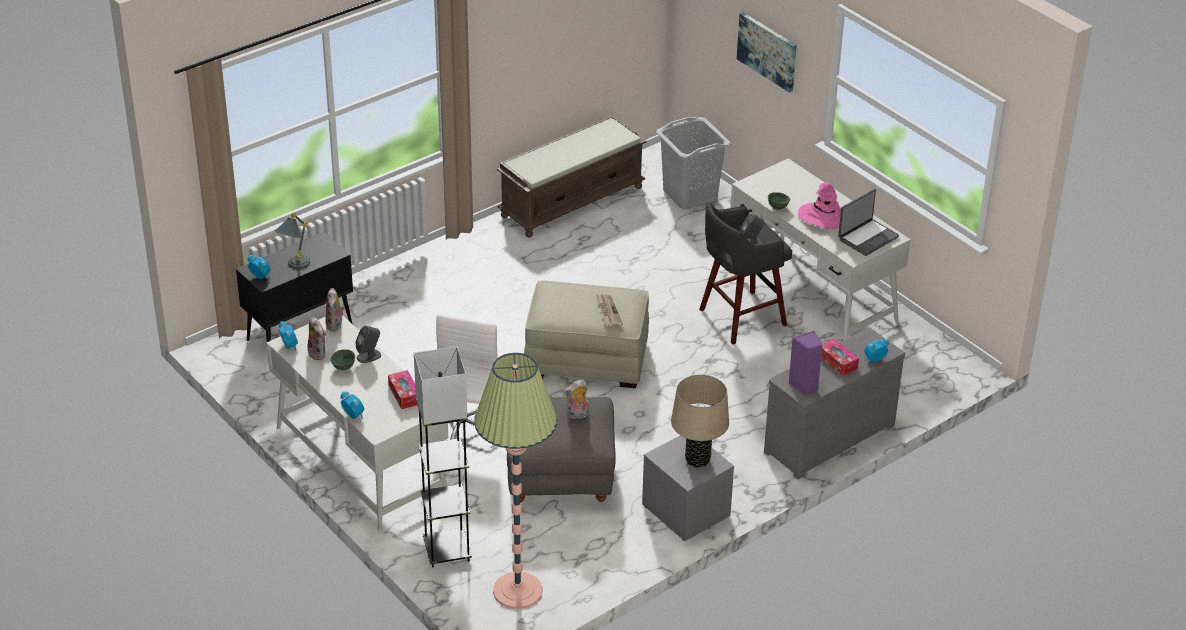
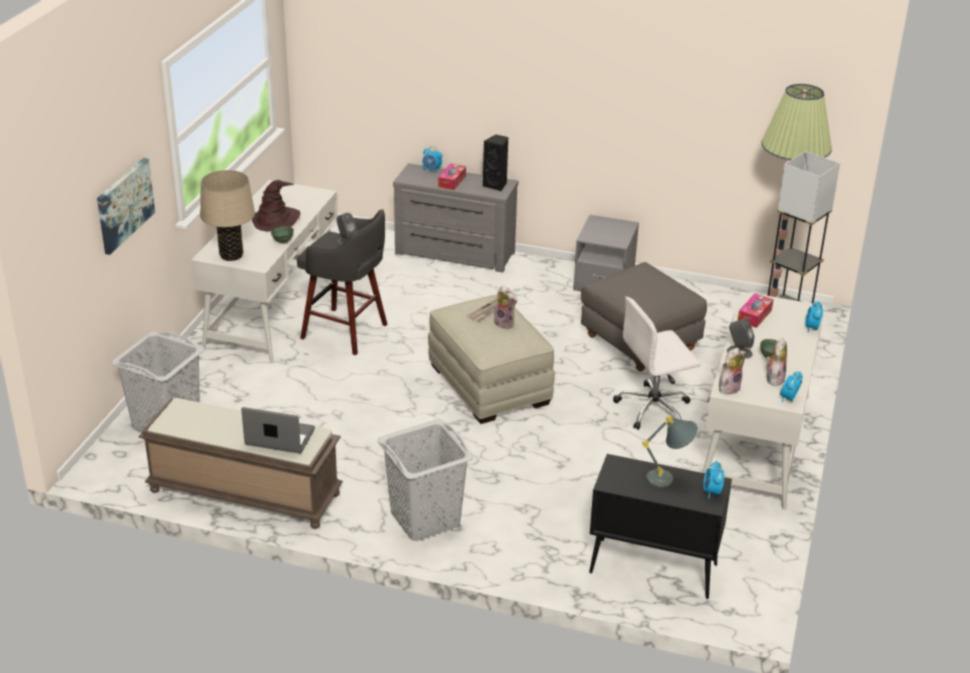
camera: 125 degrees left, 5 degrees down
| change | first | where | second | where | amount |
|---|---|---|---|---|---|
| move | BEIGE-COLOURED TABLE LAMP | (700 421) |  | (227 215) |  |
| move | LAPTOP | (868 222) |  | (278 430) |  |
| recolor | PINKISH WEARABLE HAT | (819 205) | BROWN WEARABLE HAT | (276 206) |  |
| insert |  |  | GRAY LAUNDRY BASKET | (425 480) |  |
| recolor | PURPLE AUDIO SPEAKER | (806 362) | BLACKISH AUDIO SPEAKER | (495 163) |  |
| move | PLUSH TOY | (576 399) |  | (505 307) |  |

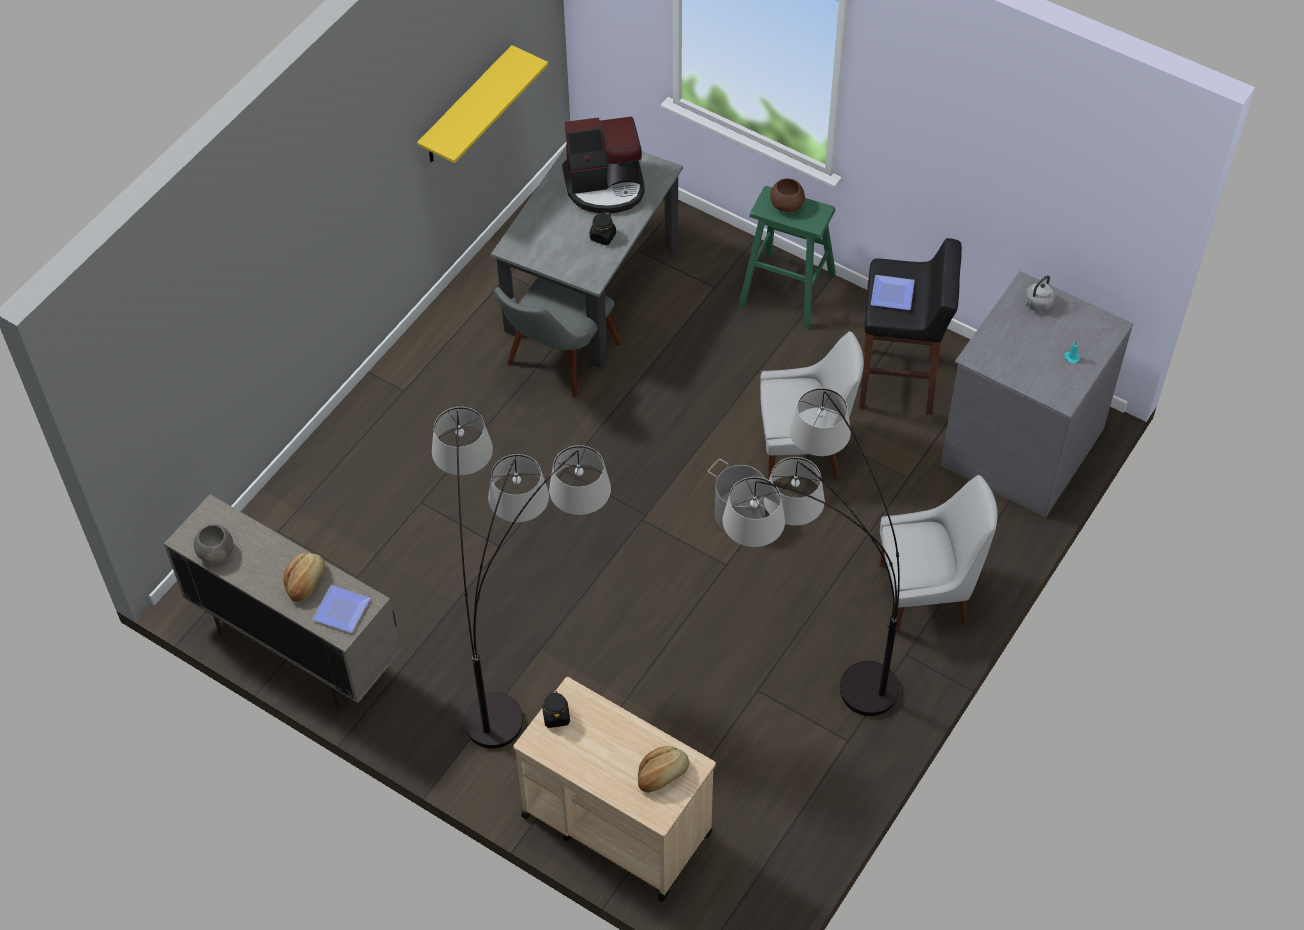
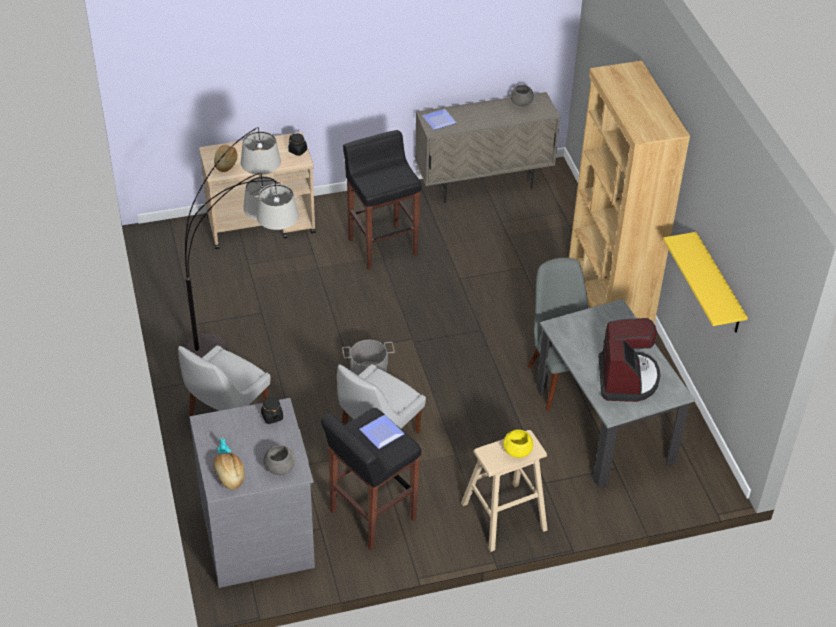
camera: 130 degrees right, 10 degrees down
| change | first | where | second | where | amount |
|---|---|---|---|---|---|
| move | BAKED BREAD | (304 577) |  | (229 471) |  |
| move | BLACKISH PRESERVE JAR | (603 228) |  | (272 410) |  |
| replace | GRAY TEA KETTLE | (1040 293) | GRAY DEEP DISH | (279 460) |  |
| replace | STANDARD LAMP | (521 578) | BLACKISH STOOL SEAT | (382 200) |  |
| recolor | GREENISH STOOL SEAT | (787 258) | BEIGE-COLOURED STOOL SEAT | (504 491) |  |
| recolor | BROWN DEEP DISH | (787 195) | YELLOW DEEP DISH | (518 443) |  |
| insert |  |  | BROWN SHELVING UNIT | (629 192) |  |
| rotate | COFFEE MAKER | (603 165) |  | (629 360) | 150 degrees clockwise |

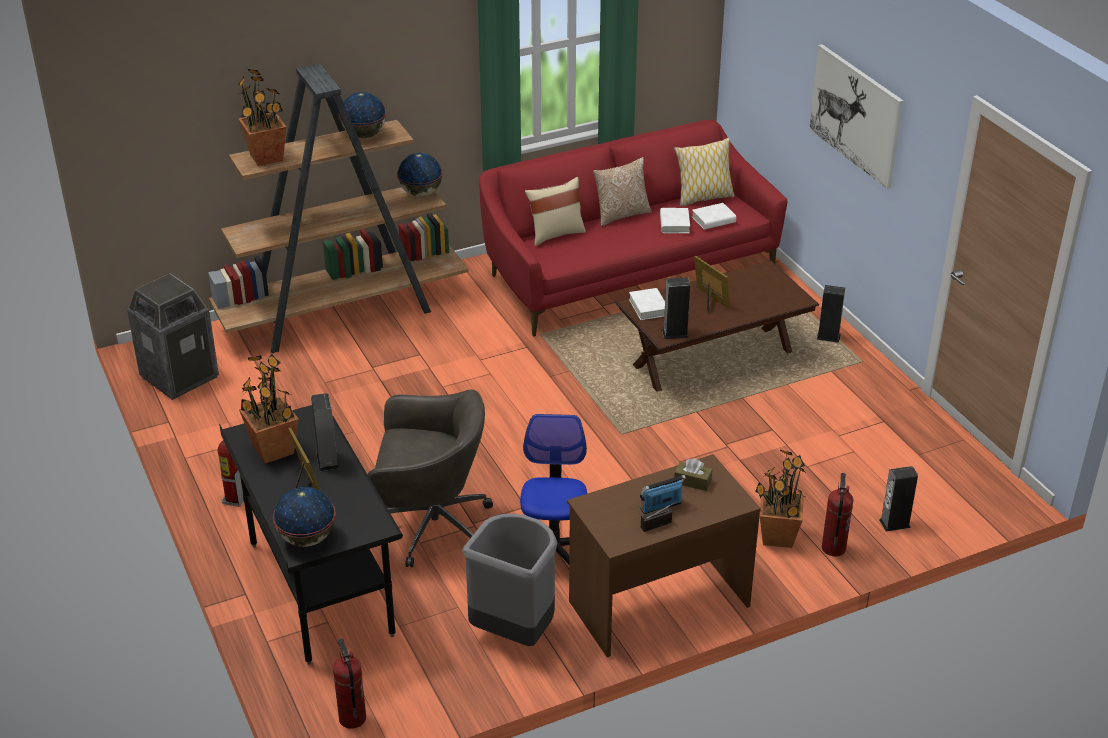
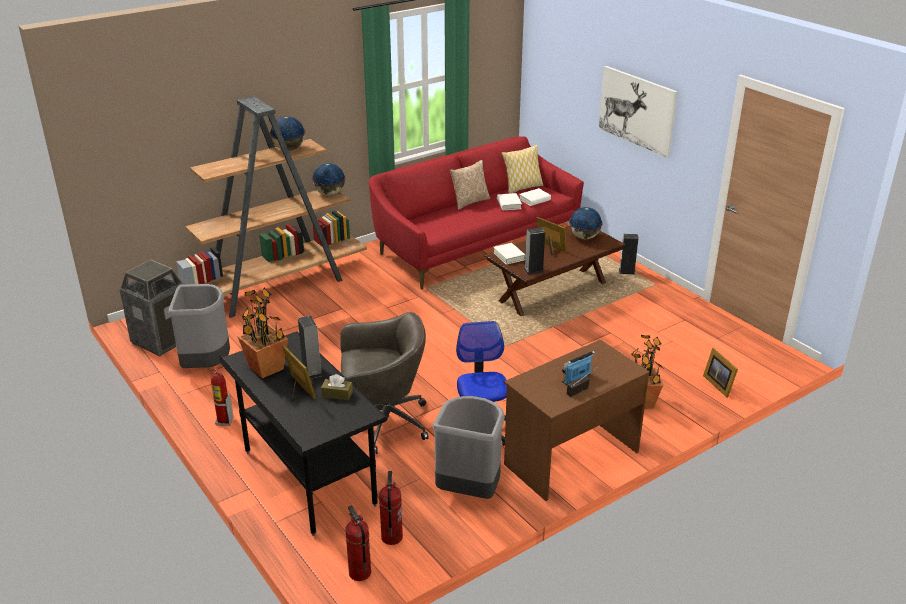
camera: 10 degrees left, 5 degrees down
| change | first | where | second | where | amount |
|---|---|---|---|---|---|
| insert |  |  | GRAY WASTE BIN | (199 326) |  |
| move | BROWN TISSUE BOX | (693 474) |  | (337 387) |  |
| move | FIRE EXTINGUISHER | (837 514) |  | (391 508) |  |
| move | GLOBE | (304 517) |  | (586 223) |  |
| replace | AUDIO SPEAKER | (898 499) | PHOTO FRAME | (720 373) |  |
| delete | HOUSEPLANT | (262 117) |  |  |  |
| delete | BEIGE-COLOURED CUSHION | (555 211) |  |  |  |

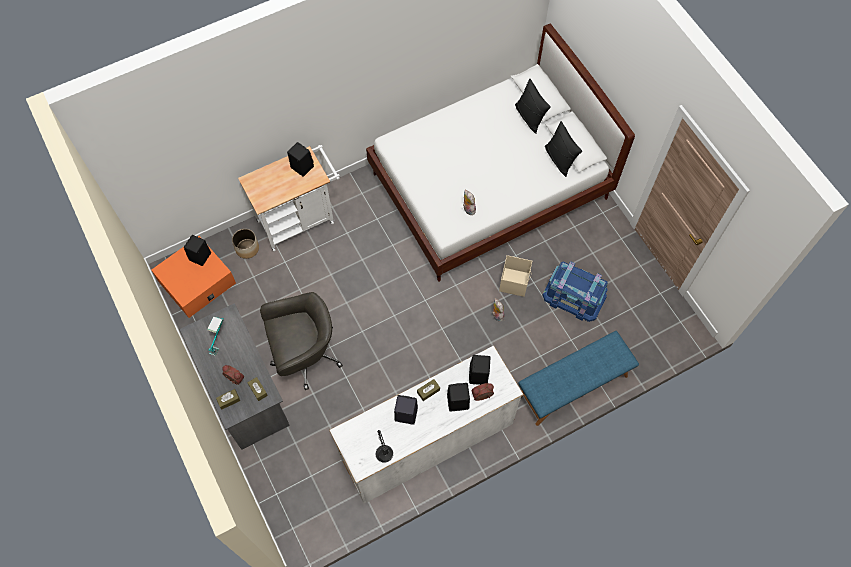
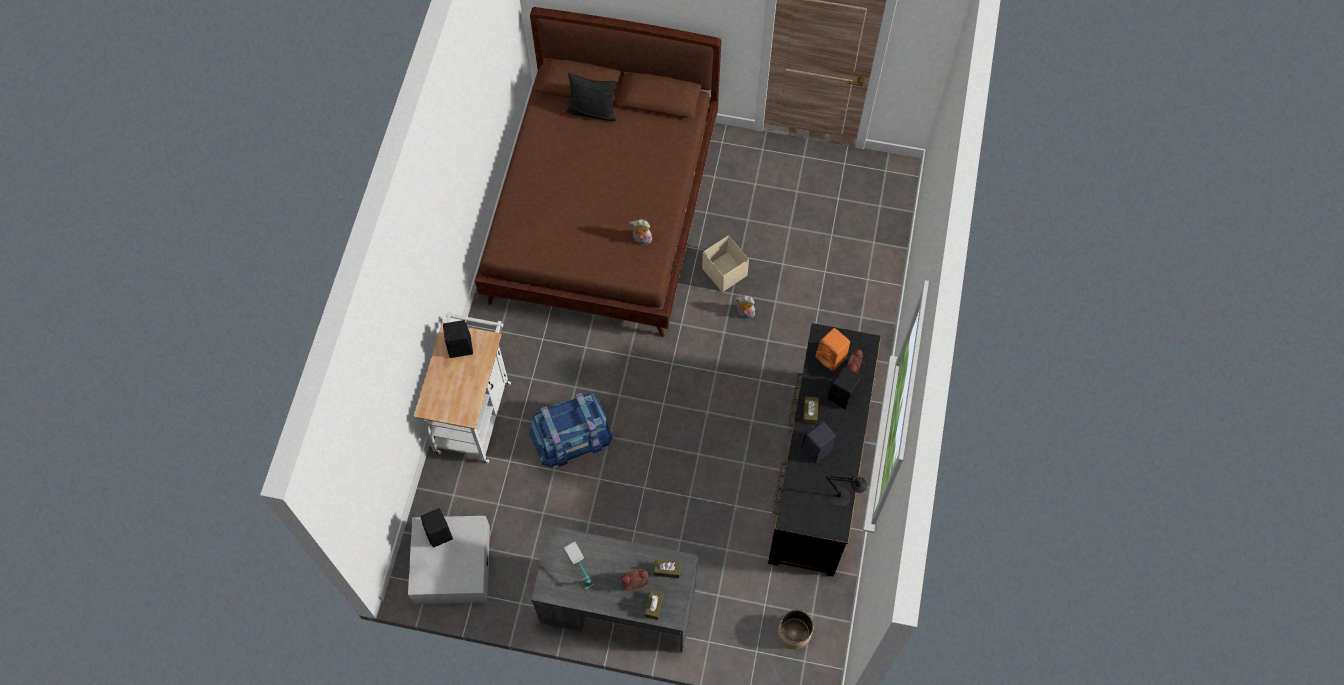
camera: 50 degrees left, 0 degrees up
| change | first | where | second | where | amount |
|---|---|---|---|---|---|
| recolor | ORANGE STORAGE CONTAINER | (193 277) | WHITISH STORAGE CONTAINER | (449 560) |  |
| recolor | WHITISH BED | (500 153) | BROWN BED | (598 172) |  |
| move | BLUISH STORAGE CONTAINER | (575 291) |  | (571 430) |  |
| recolor | WHITISH DRAWER CHEST | (426 424) | BLACKISH DRAWER CHEST | (824 450) |  |
| move | PLANTER | (245 244) |  | (796 629) |  |
| recolor | BLACKISH AUDIO SPEAKER | (479 370) | ORANGE AUDIO SPEAKER | (833 350) |  |
| delete | GRAY COMPUTER CHAIR | (301 341) |  |  |  |
| delete | BLUISH INDOOR BENCH | (579 378) |  |  |  |
| delete | BLACKISH CUSHION | (563 149) |  |  |  |

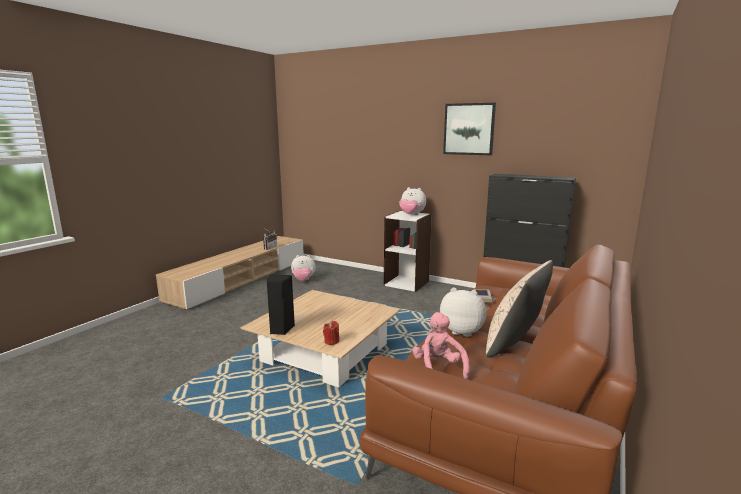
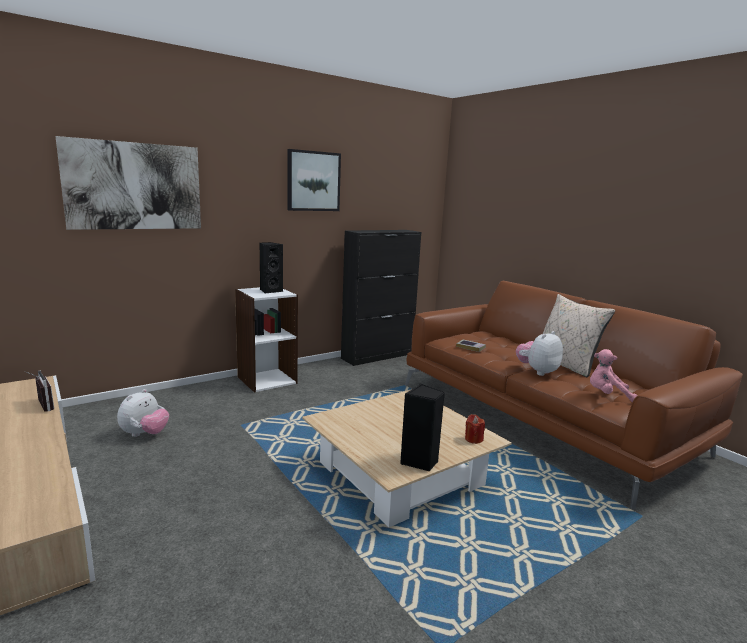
camera: 65 degrees left, 0 degrees up
| change | first | where | second | where | amount |
|---|---|---|---|---|---|
| insert |  |  | PICTURE | (128 183) |  |
| replace | PLUSH TOY | (412 201) | BLACKISH AUDIO SPEAKER | (271 267) |  |

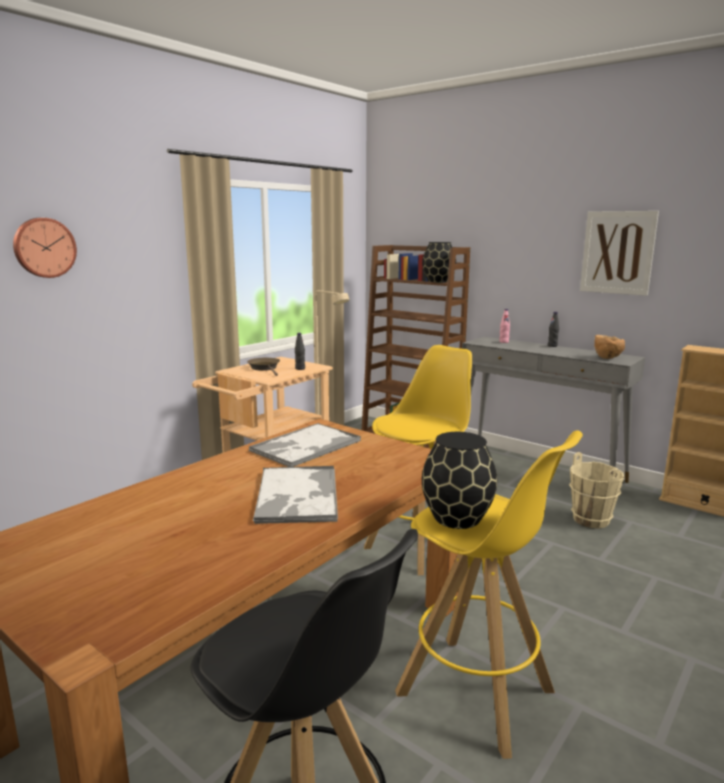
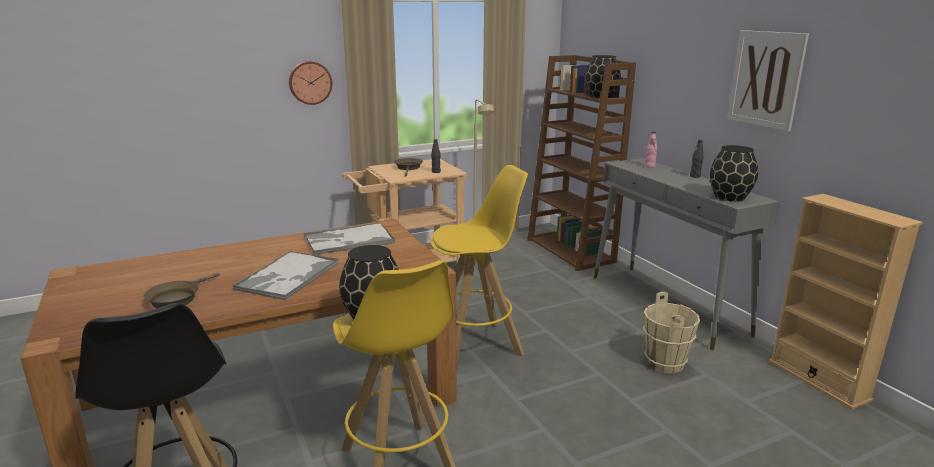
camera: 25 degrees right, 5 degrees up
| change | first | where | second | where | amount |
|---|---|---|---|---|---|
| insert |  |  | BROWN SKILLET | (181 290) |  |
| move | CLOCK ON THE WALL | (45 248) |  | (310 83) |  |
| replace | BROWN DEEP DISH | (609 347) | BLACKISH FLOWER VASE | (734 173) |  |

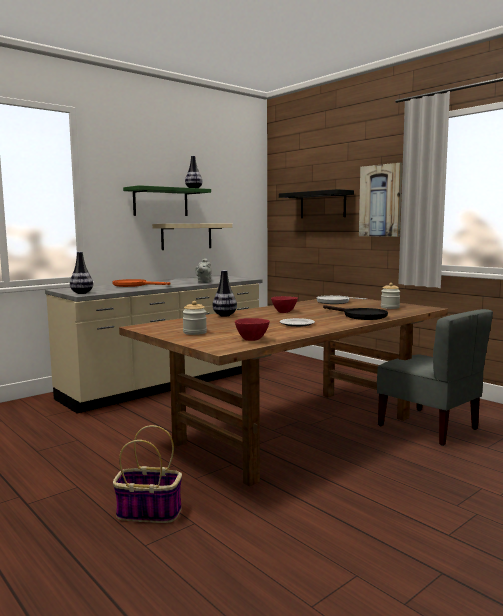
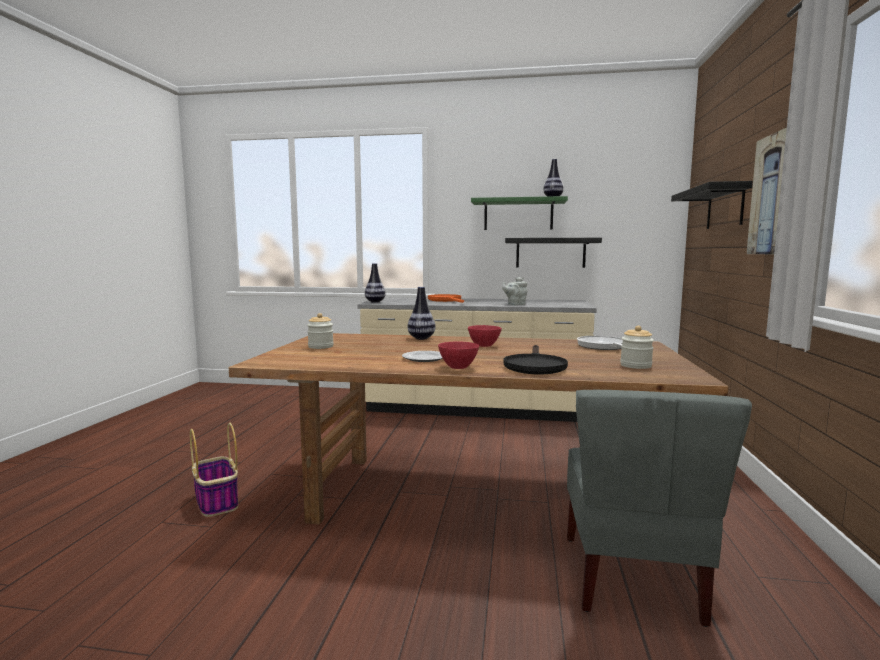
camera: 50 degrees right, 0 degrees up
| change | first | where | second | where | amount |
|---|---|---|---|---|---|
| move | REDDISH DEEP DISH | (252 329) |  | (458 355) |  |
| recolor | BEIGE-COLOURED BRACKET SHELF | (192 237) | BLACKISH BRACKET SHELF | (553 253) |  |

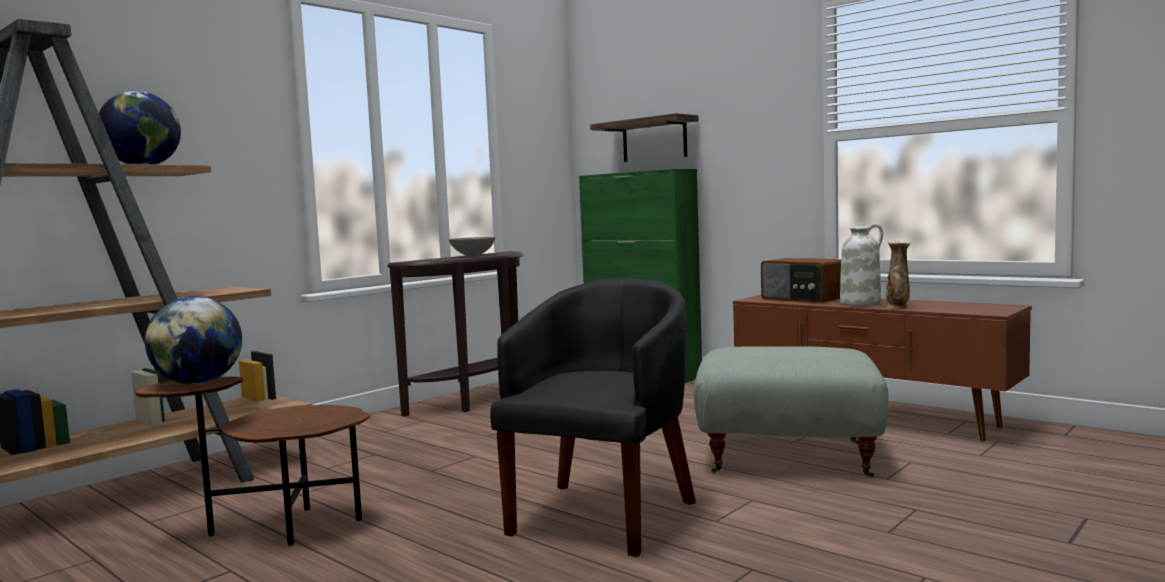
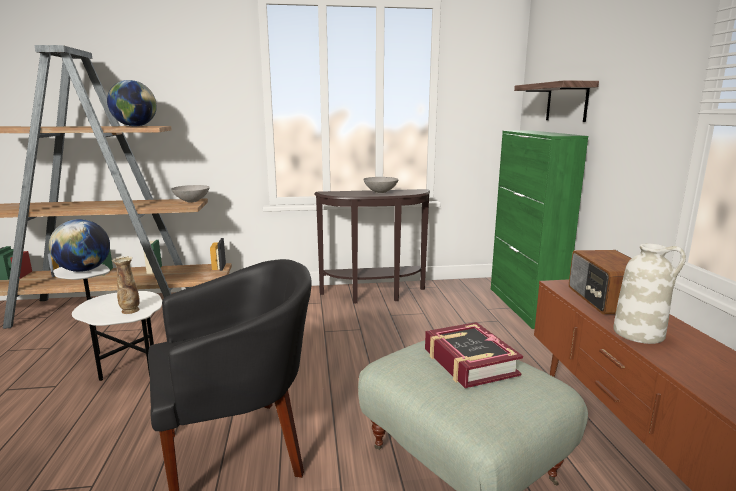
camera: 40 degrees right, 10 degrees up
| change | first | where | second | where | amount |
|---|---|---|---|---|---|
| recolor | BROWN SIDE TABLE | (253 461) | WHITISH SIDE TABLE | (107 322) |  |
| move | FLOWER VASE | (898 275) |  | (126 285) |  |
| insert |  |  | GRAY DEEP DISH | (190 193) |  |
| insert |  |  | BOOK | (474 355) |  |

